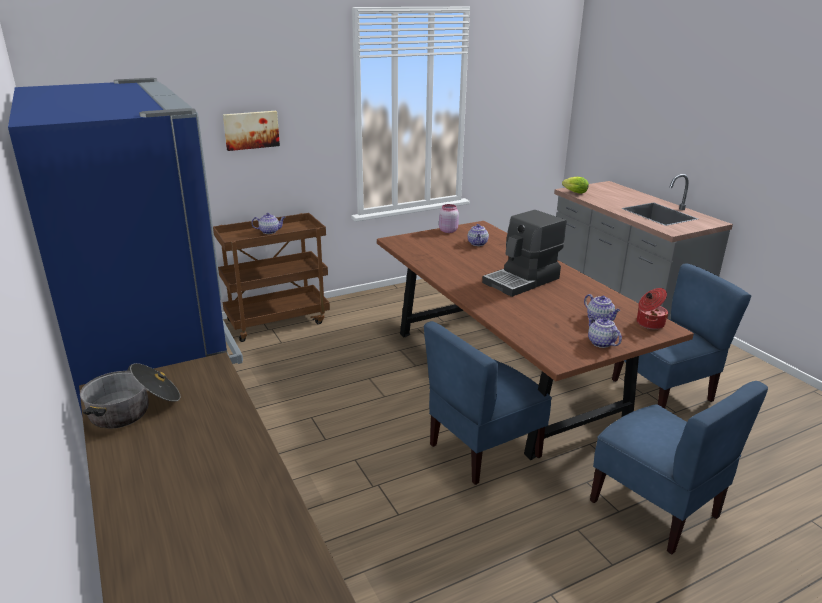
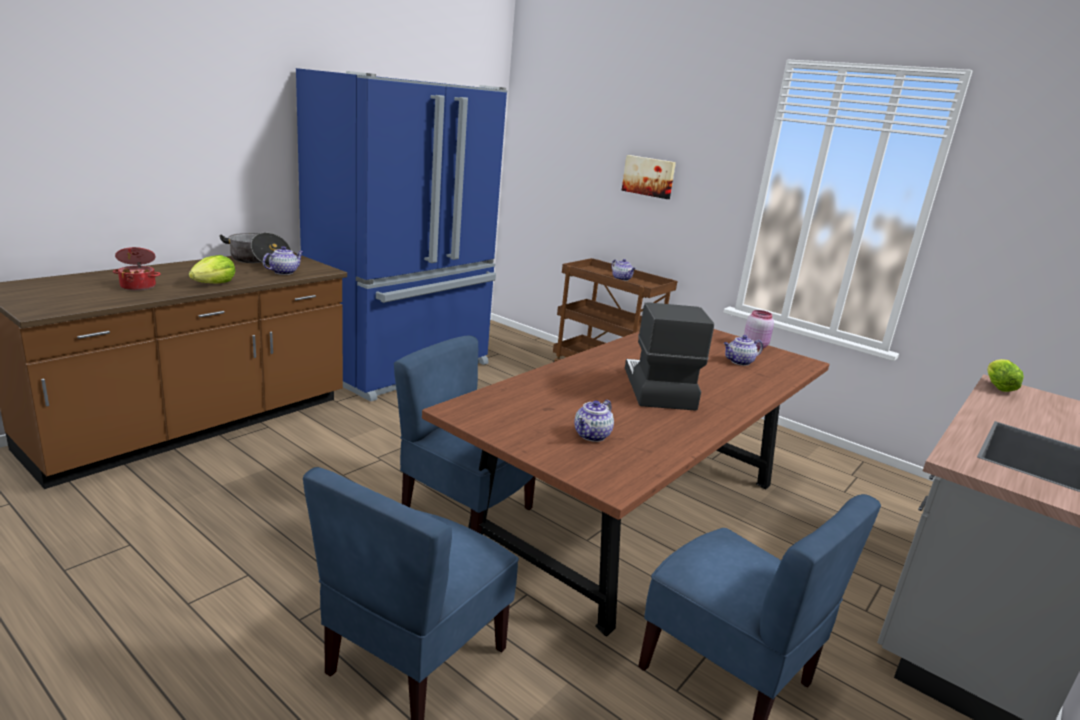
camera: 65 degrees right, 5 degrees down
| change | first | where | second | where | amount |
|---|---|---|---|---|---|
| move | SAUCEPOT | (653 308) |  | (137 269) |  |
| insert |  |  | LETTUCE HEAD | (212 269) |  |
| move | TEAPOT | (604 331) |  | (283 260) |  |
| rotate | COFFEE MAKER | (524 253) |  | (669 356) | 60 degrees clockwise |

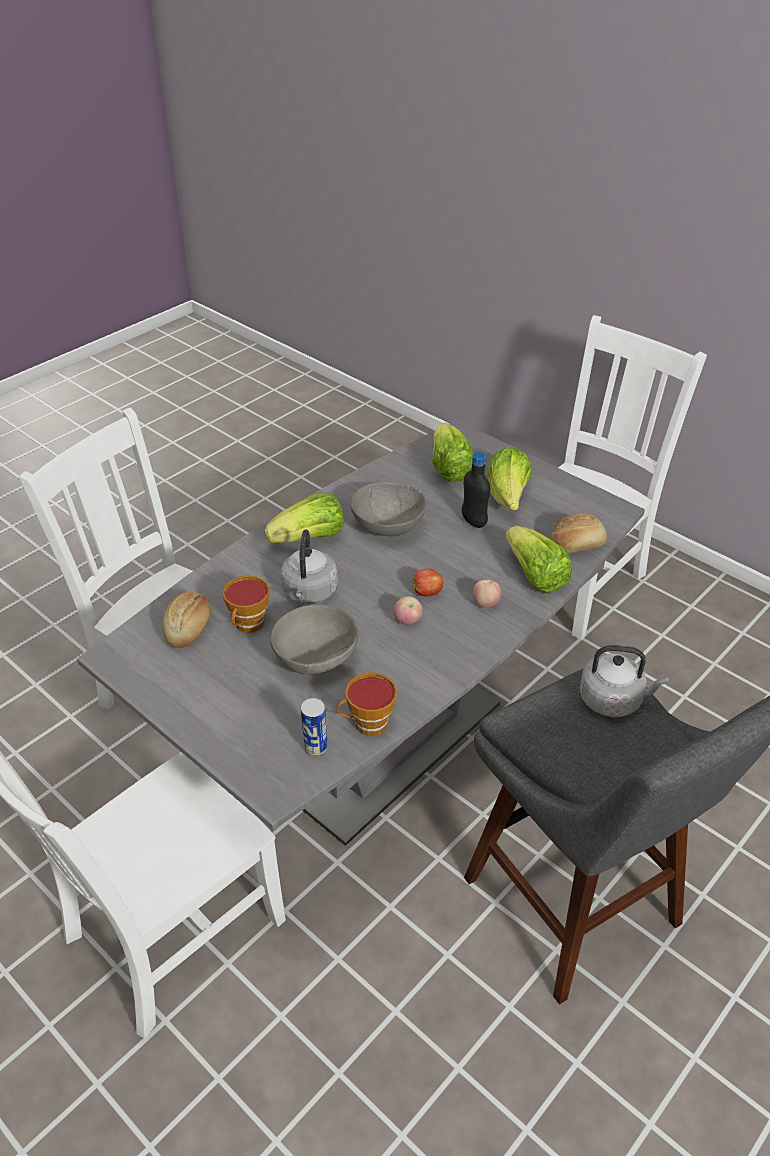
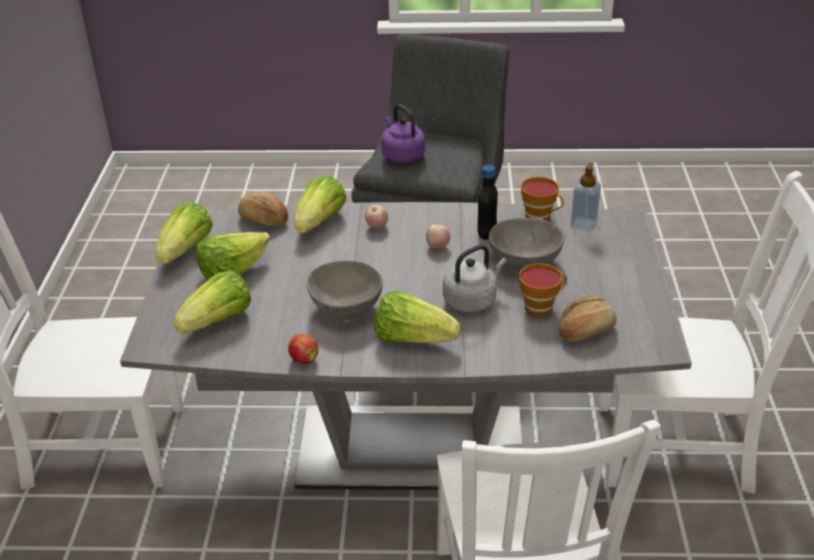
camera: 130 degrees left, 5 degrees down
| change | first | where | second | where | amount |
|---|---|---|---|---|---|
| insert |  |  | LETTUCE HEAD | (184 233) |  |
| move | APPLE | (428 583) |  | (303 349) |  |
| recolor | GRAY TEA KETTLE | (624 681) | PURPLE TEA KETTLE | (403 134) |  |
| move | BLACKISH BOTTLE | (476 490) |  | (487 202) |  |
| replace | CAN | (314 727) | SOAP DISPENSER | (585 197) |  |

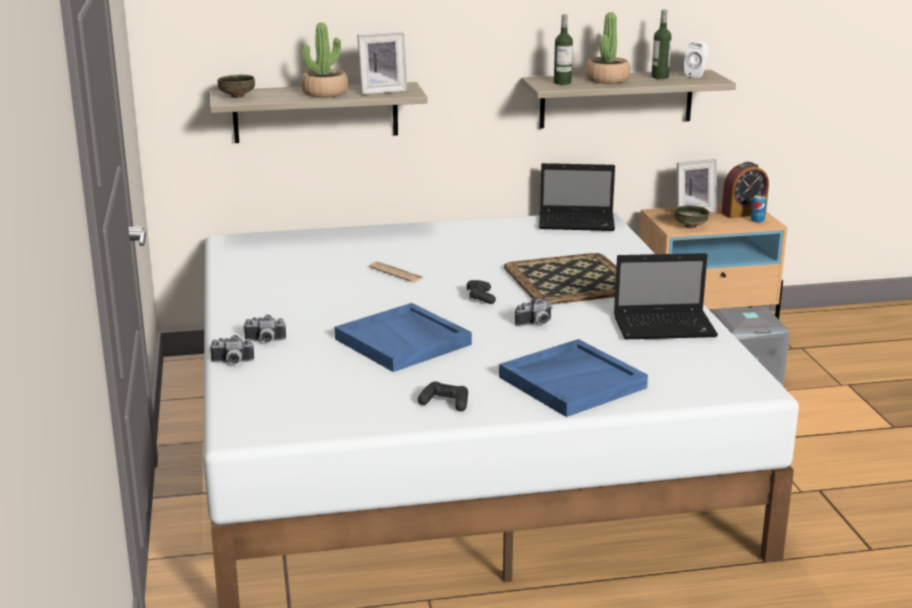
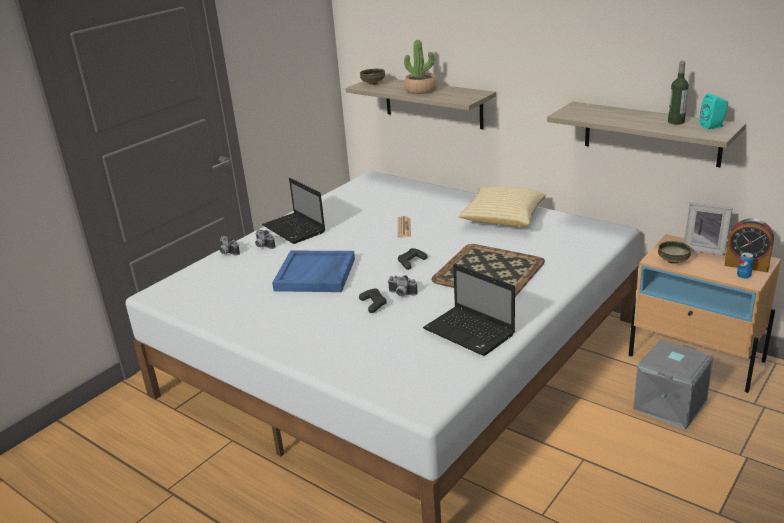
camera: 50 degrees right, 5 degrees up
| change | first | where | second | where | amount |
|---|---|---|---|---|---|
| move | LAPTOP | (577 197) |  | (293 211) |  |
| move | BLACKISH GAME CONTROLLER | (443 396) |  | (373 300) |  |
| insert |  |  | CUSHION | (502 206) |  |
| recolor | WHITISH AUDIO SPEAKER | (696 59) | TURQUOISE AUDIO SPEAKER | (713 111) |  |
| delete | PHOTO FRAME | (382 63) |  |  |  |
| delete | BLUISH SERVING TRAY | (573 378) |  |  |  |
| delete | BOTTLE | (563 49) |  |  |  |
| delete | HOUSEPLANT | (607 48) |  |  |  |

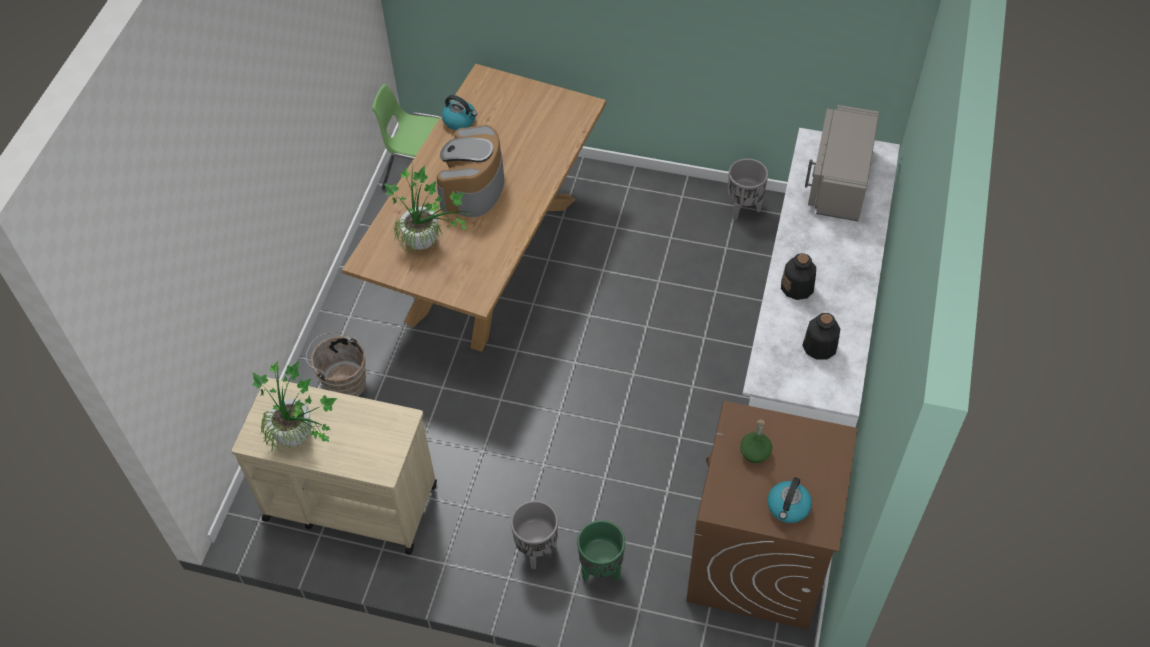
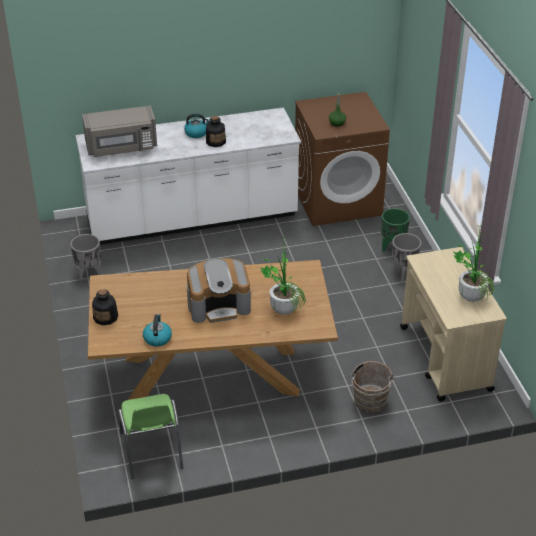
camera: 120 degrees left, 15 degrees down
| change | first | where | second | where | amount |
|---|---|---|---|---|---|
| move | BOTTLE | (821 336) |  | (105 307) |  |
| move | TEA KETTLE | (789 500) |  | (197 125) |  |

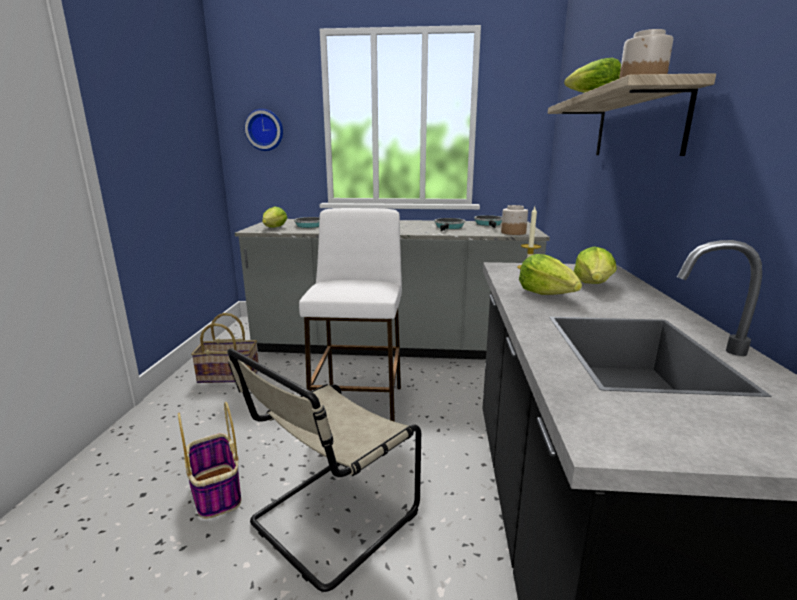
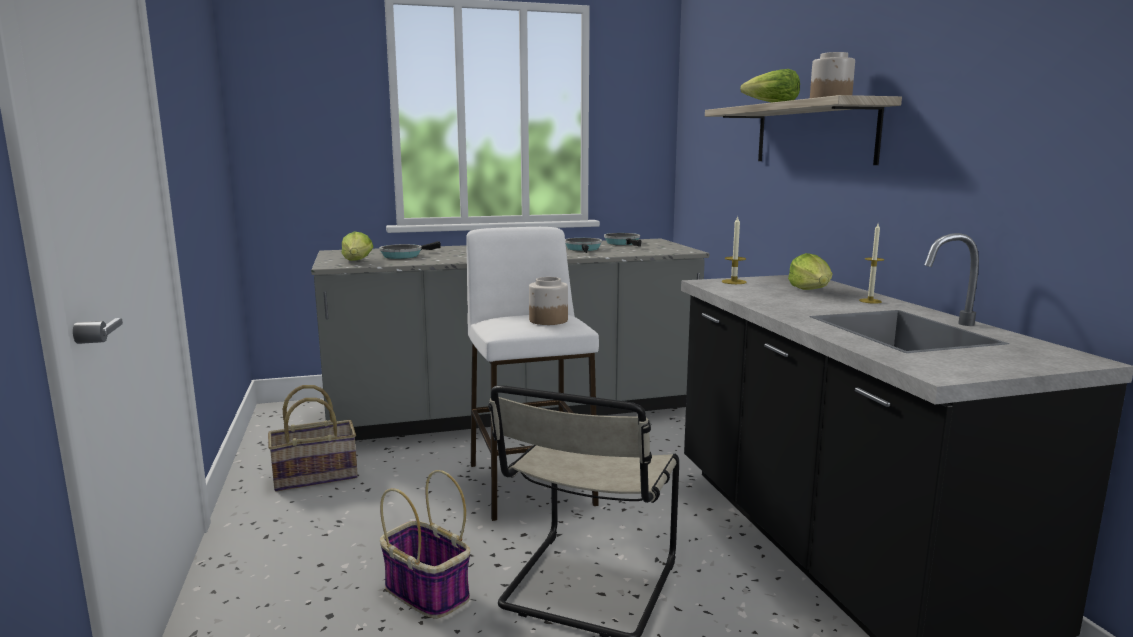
camera: 20 degrees left, 5 degrees down
| change | first | where | second | where | amount |
|---|---|---|---|---|---|
| move | PRESERVE JAR | (514 220) |  | (548 301) |  |
| insert |  |  | WAX LIGHT | (871 264) |  |
| delete | CLOCK ON THE WALL | (263 130) |  |  |  |
| delete | LETTUCE HEAD | (550 274) |  |  |  |

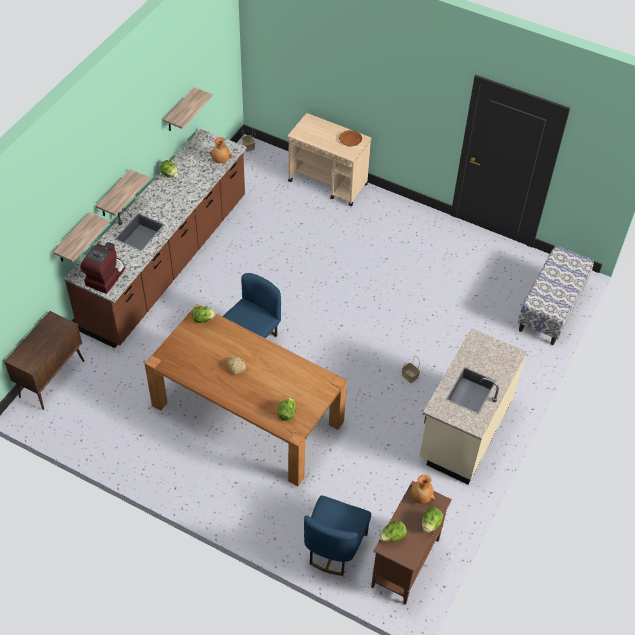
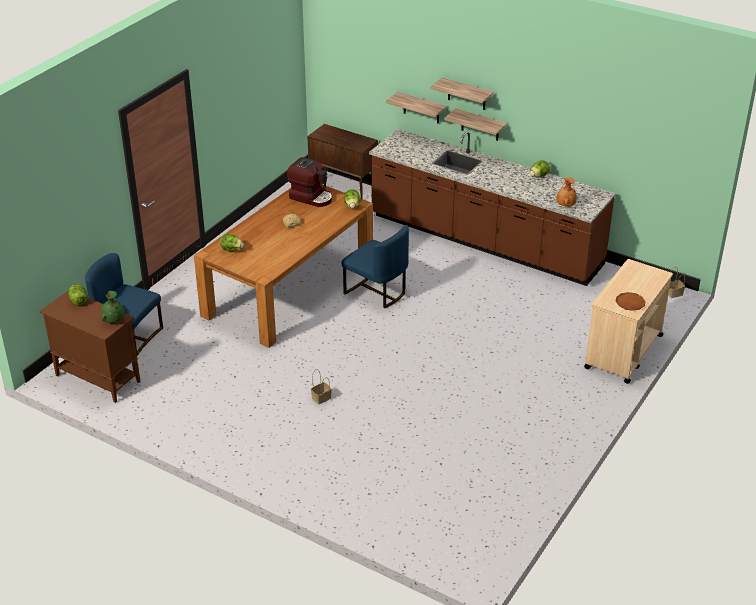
camera: 95 degrees right, 15 degrees down
| change | first | where | second | where | amount |
|---|---|---|---|---|---|
| recolor | BROWN FLOWER VASE | (422 489) | GREENISH FLOWER VASE | (113 307) |  |
| move | COFFEE MAKER | (102 268) |  | (310 182) |  |
| move | BRACKET SHELF | (188 109) |  | (461 94) |  |
| delete | BEIGE-COLOURED KITCHEN COUNTER | (473 406) |  |  |  |
| delete | LETTUCE HEAD | (432 520) |  |  |  |
| delete | INDOOR BENCH | (556 295) |  |  |  |

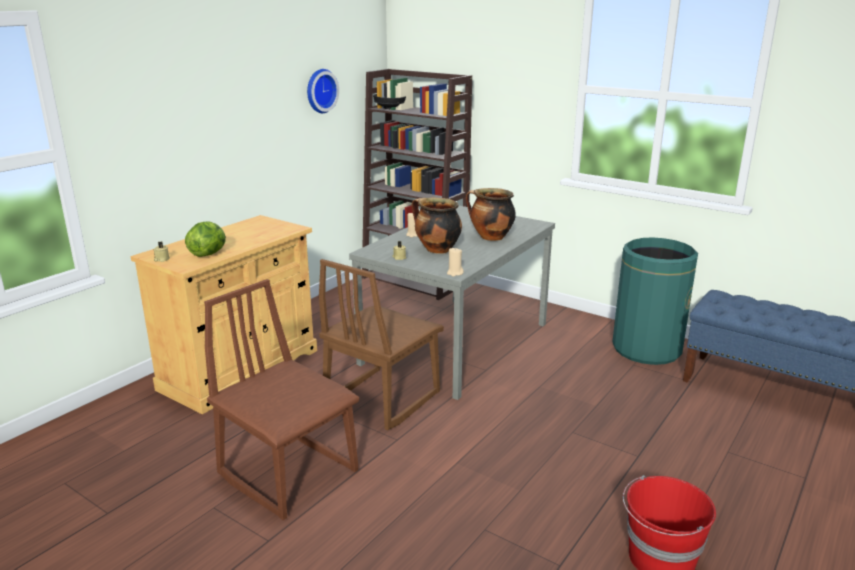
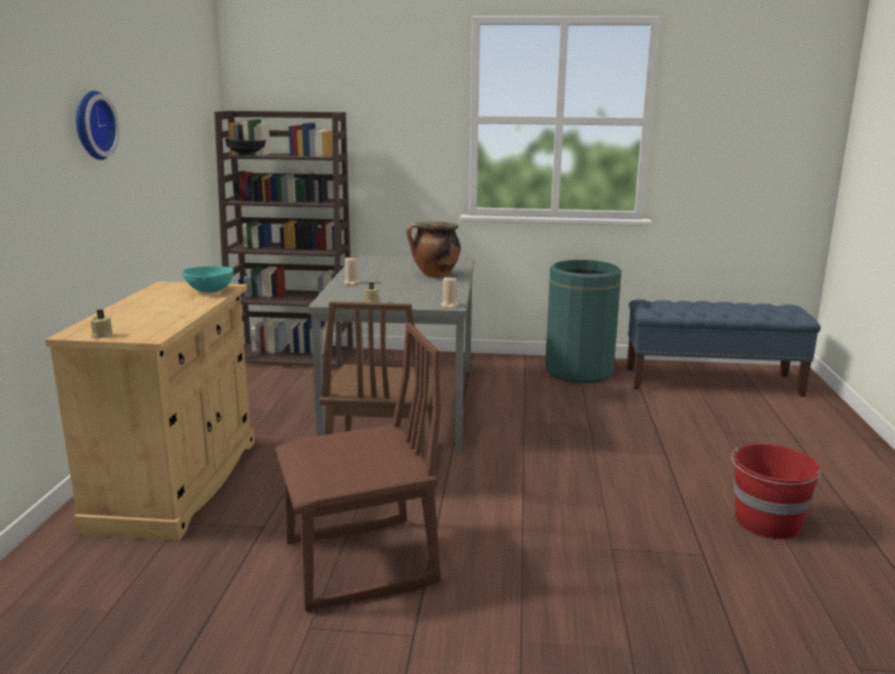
camera: 30 degrees left, 5 degrees down
| change | first | where | second | where | amount |
|---|---|---|---|---|---|
| move | CLOCK ON THE WALL | (323 91) |  | (98 125) |  |
| insert |  |  | TURQUOISE DEEP DISH | (208 279) |  |
| rotate | BROWN CHAIR | (281 399) |  | (358 467) | 150 degrees clockwise |
| delete | LETTUCE HEAD | (205 239) |  |  |  |
| delete | SAUCEPOT | (436 226) |  |  |  |

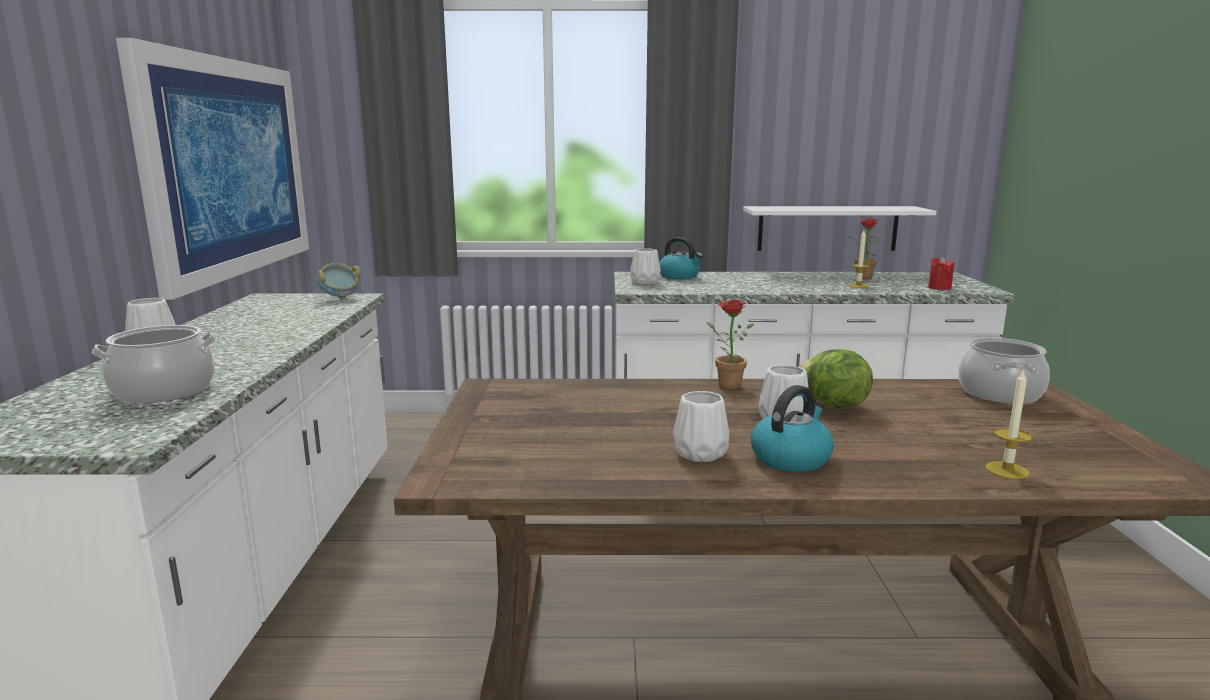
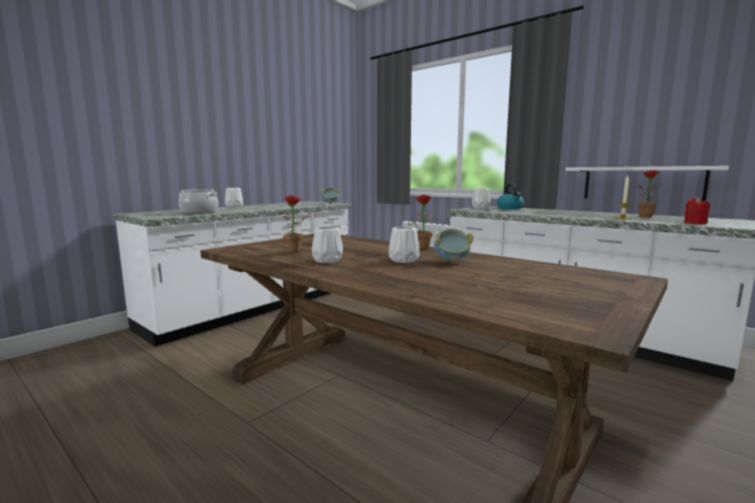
camera: 40 degrees right, 5 degrees down
| change | first | where | second | where | amount |
|---|---|---|---|---|---|
| insert |  |  | HOUSEPLANT | (293 224) |  |
| replace | LETTUCE HEAD | (836 378) | DEEP DISH | (453 245) |  |
| delete | PICTURE | (212 169) |  |  |  |
| delete | TEA KETTLE | (792 428) |  |  |  |
| delete | SAUCEPOT | (1004 371) |  |  |  |
| delete | WAX LIGHT | (1008 424) |  |  |  |

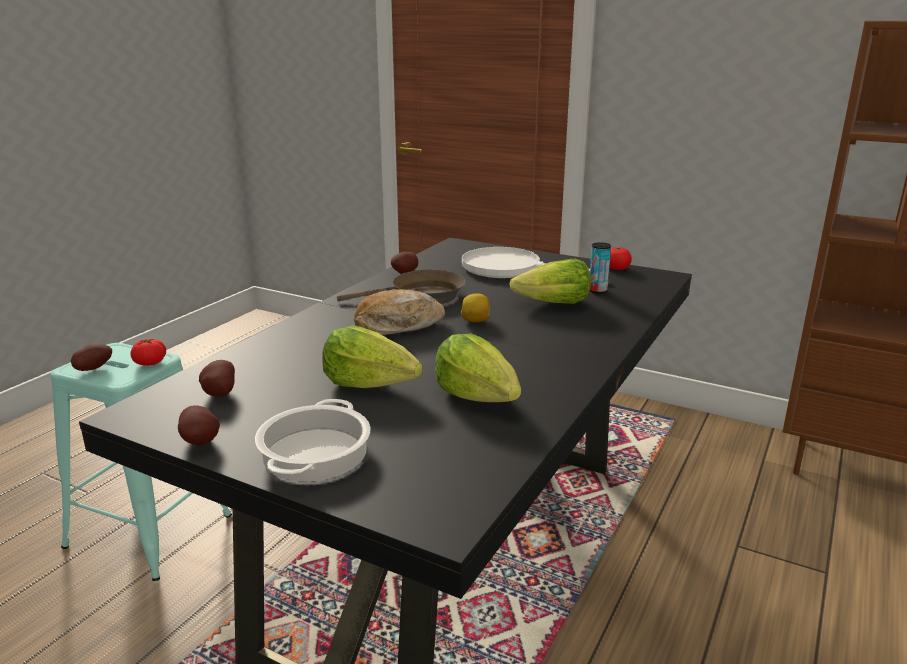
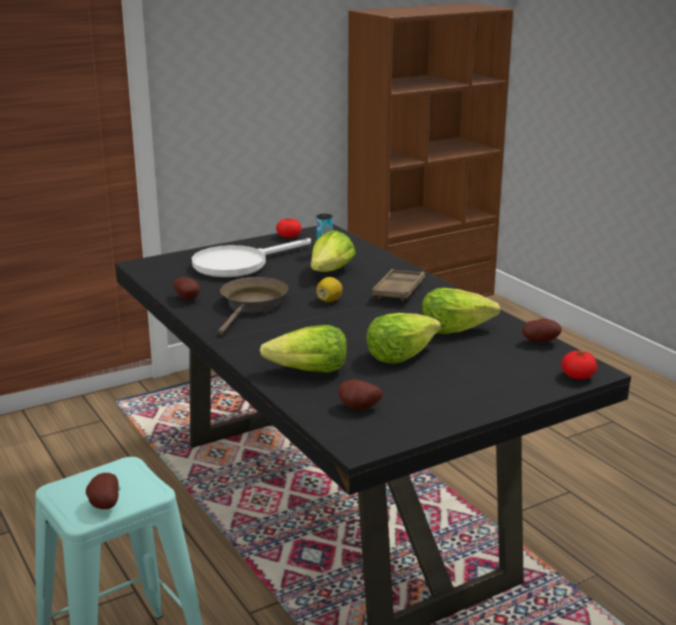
camera: 60 degrees left, 0 degrees up
| change | first | where | second | where | amount |
|---|---|---|---|---|---|
| insert |  |  | LETTUCE HEAD | (303 349) |  |
| insert |  |  | BROWN SERVING TRAY | (398 285) |  |
| move | SPUD | (199 425) |  | (542 330) |  |
| move | WHOLE TOMATO | (148 352) |  | (579 365) |  |
| delete | SAUCEPOT | (313 440) |  |  |  |
| delete | BAKED BREAD | (399 312) |  |  |  |

